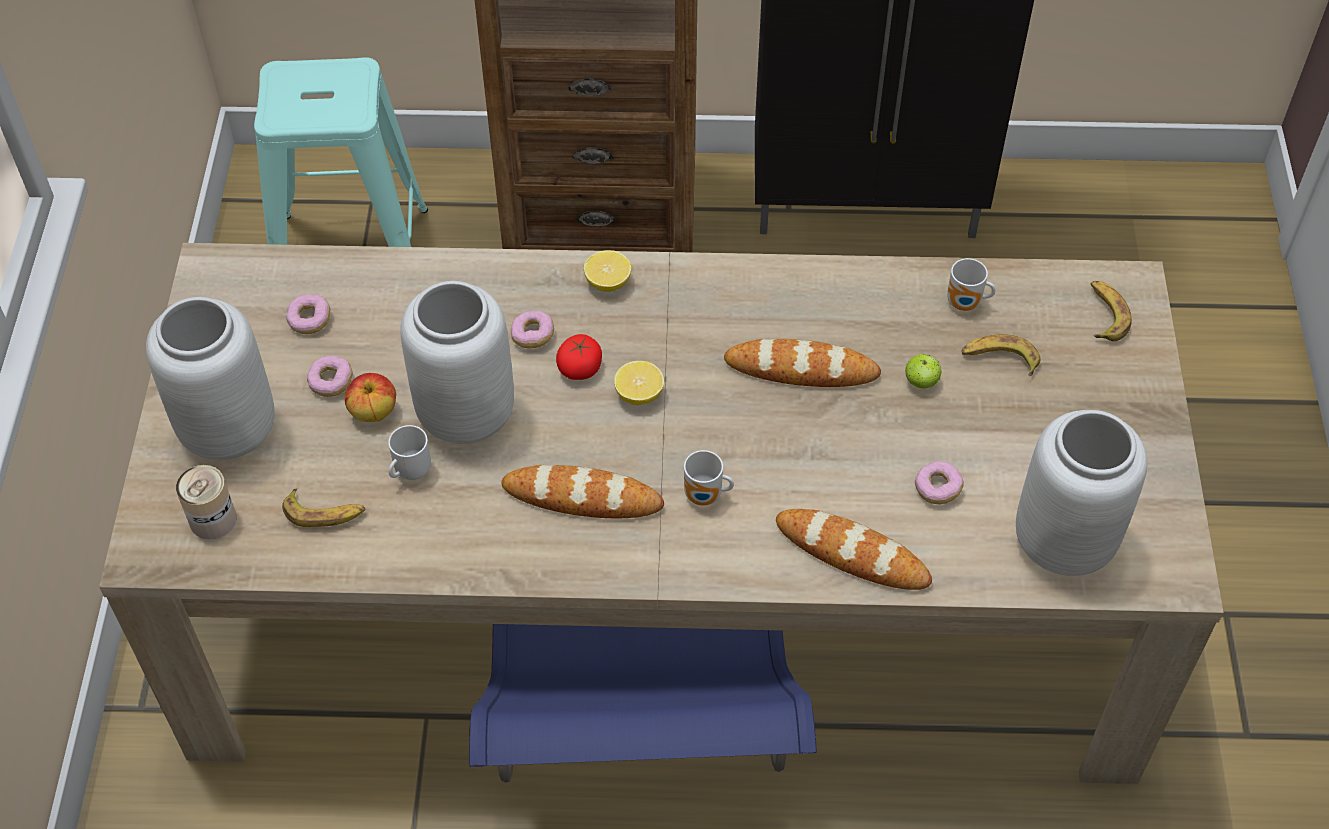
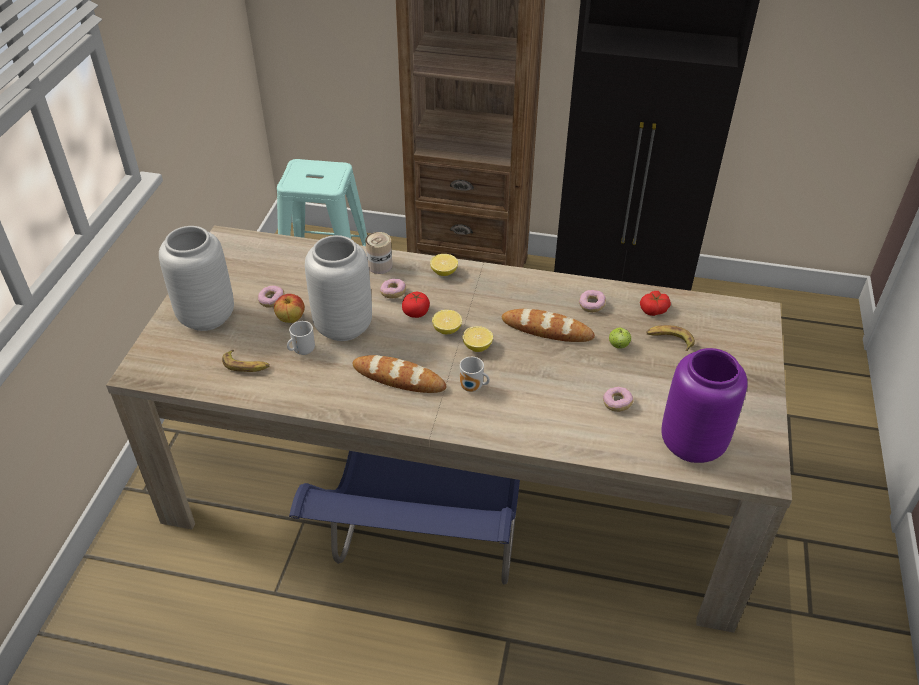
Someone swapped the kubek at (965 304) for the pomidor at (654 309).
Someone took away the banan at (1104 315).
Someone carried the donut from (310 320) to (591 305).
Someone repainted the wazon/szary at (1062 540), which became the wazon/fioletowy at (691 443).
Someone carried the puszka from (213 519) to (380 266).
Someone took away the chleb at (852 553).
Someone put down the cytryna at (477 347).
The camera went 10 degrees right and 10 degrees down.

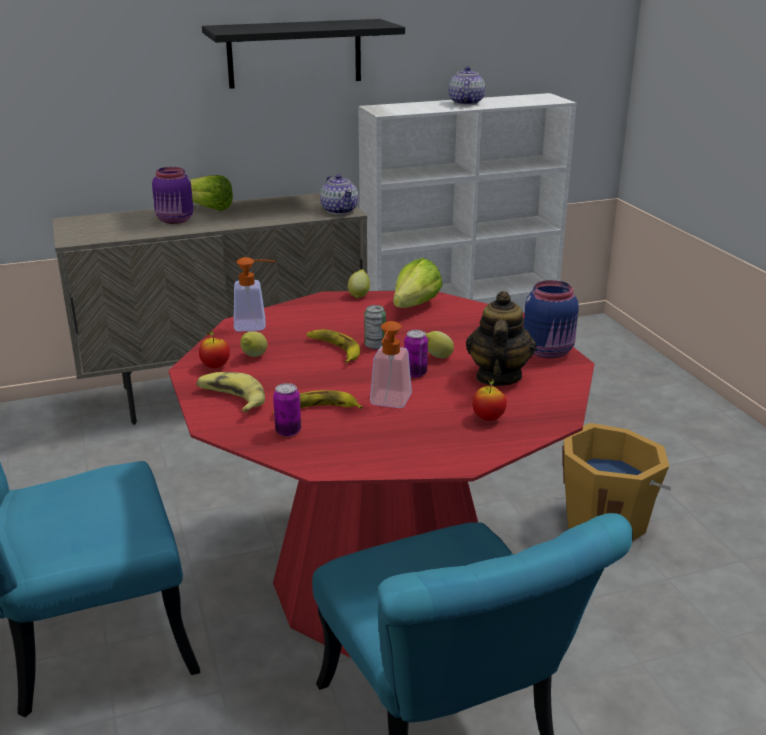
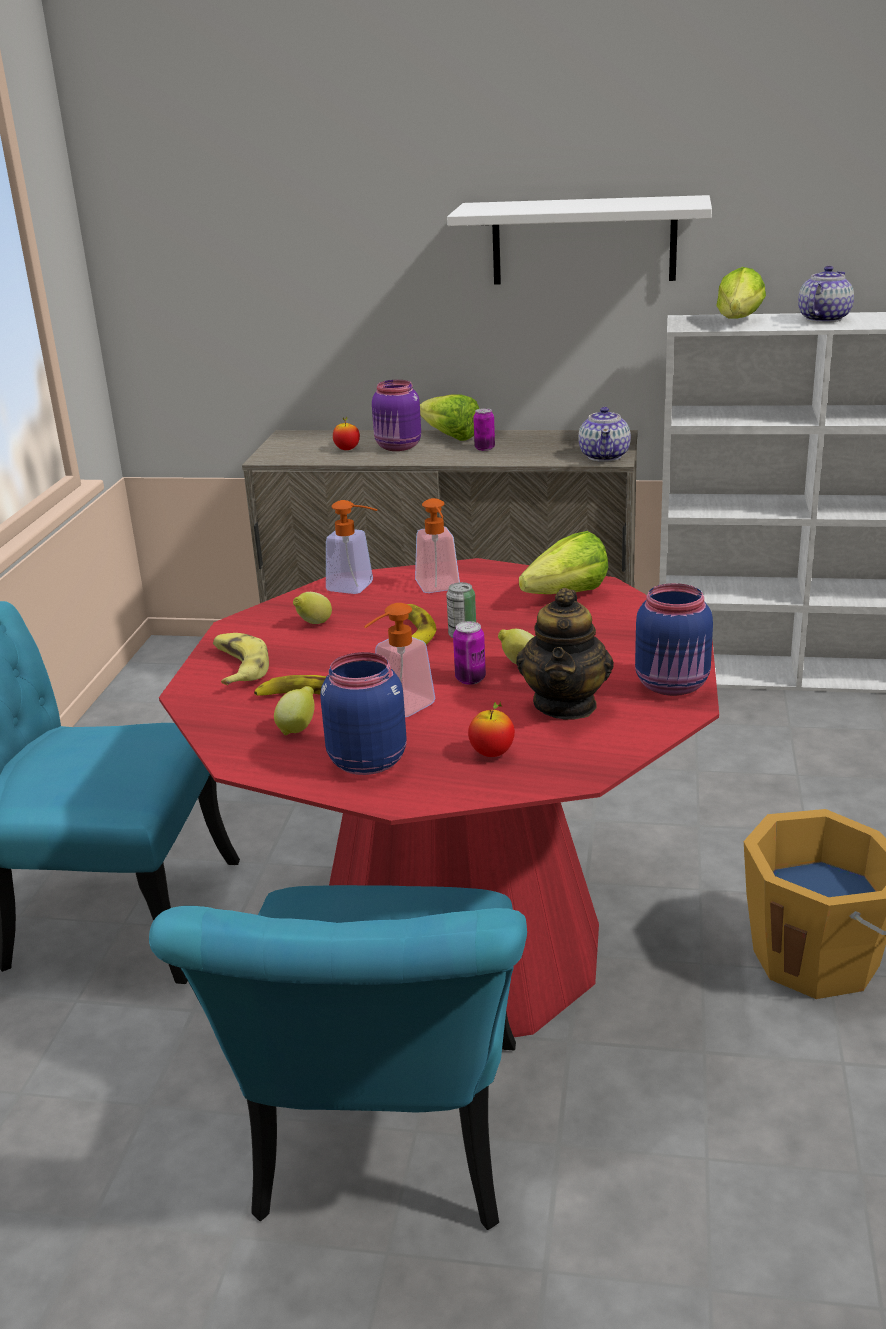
Someone repainted the półka/czarny at (294 53), which became the półka/biały at (584 241).
Someone carried the cytryna from (359 295) to (298 728).
Someone rotated the imbryk at (498 377) by 150 degrees clockwise.
Someone carried the jabłko from (215 366) to (347 449).
Someone carried the puszka from (288 431) to (484 448).
Someone put down the sałata at (736 323).
Someone put down the dozownik mydła at (439 589).
Someone put down the słoik/niebieski at (366 760).
The camera went 30 degrees right and 0 degrees up.

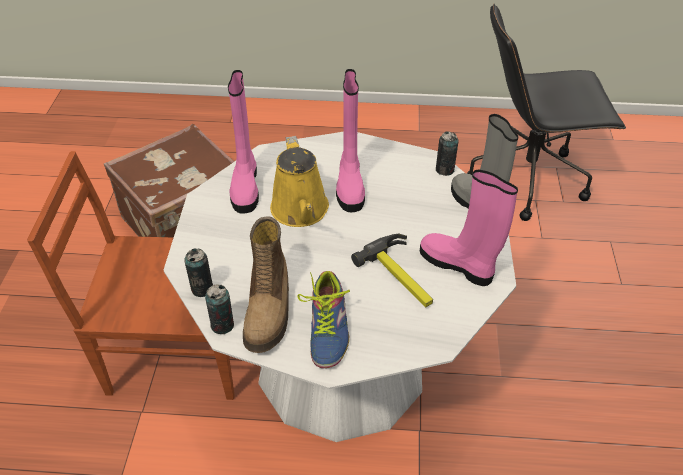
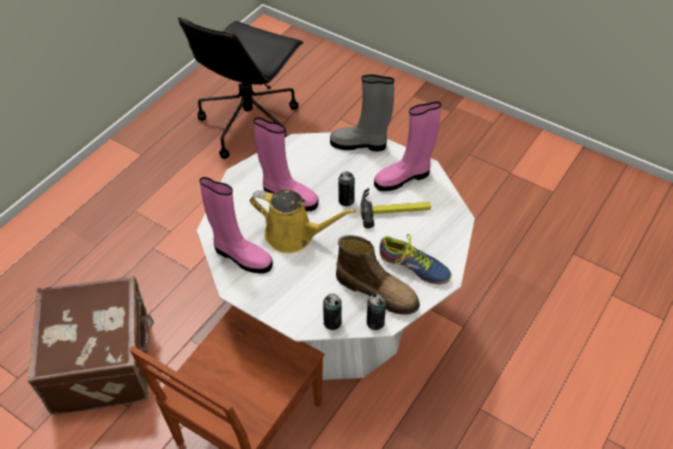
Someone carried the puszka from (444 170) to (346 200).
The camera went 60 degrees left and 5 degrees up.

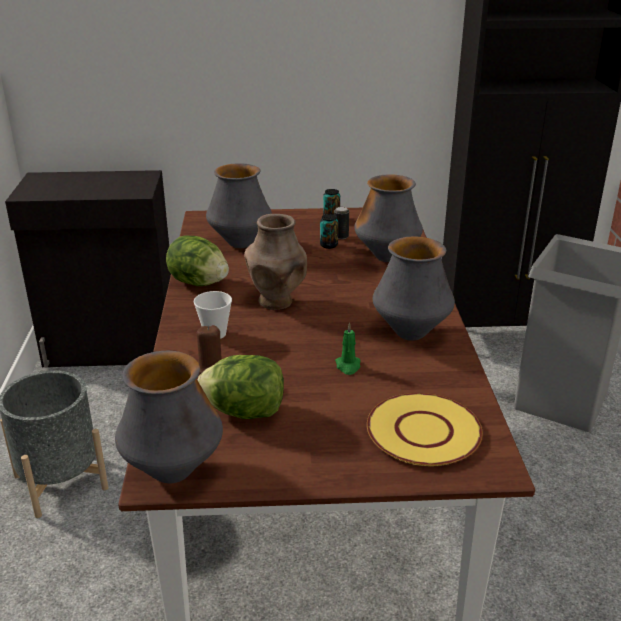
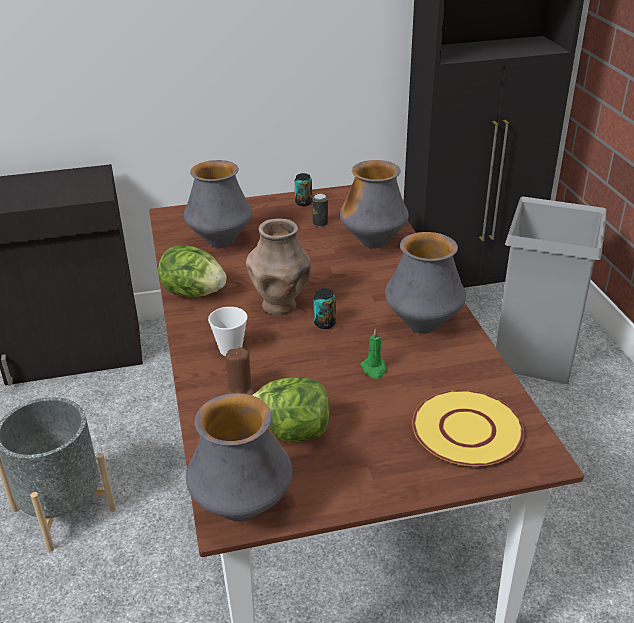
Someone carried the puszka from (328 245) to (324 323).
The camera went 10 degrees left and 5 degrees up.

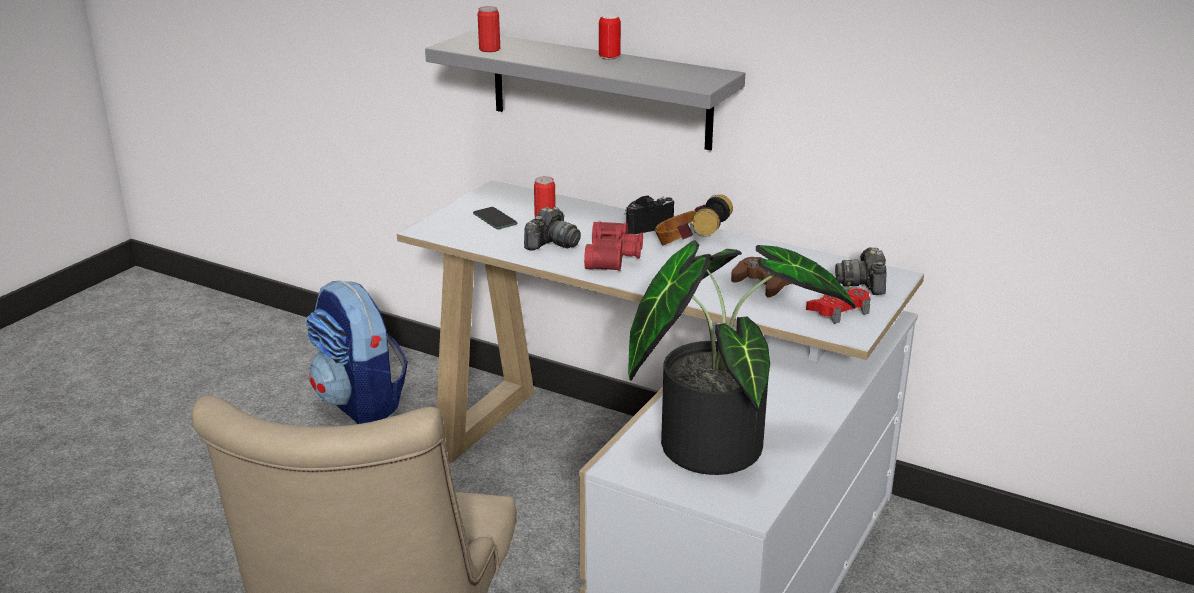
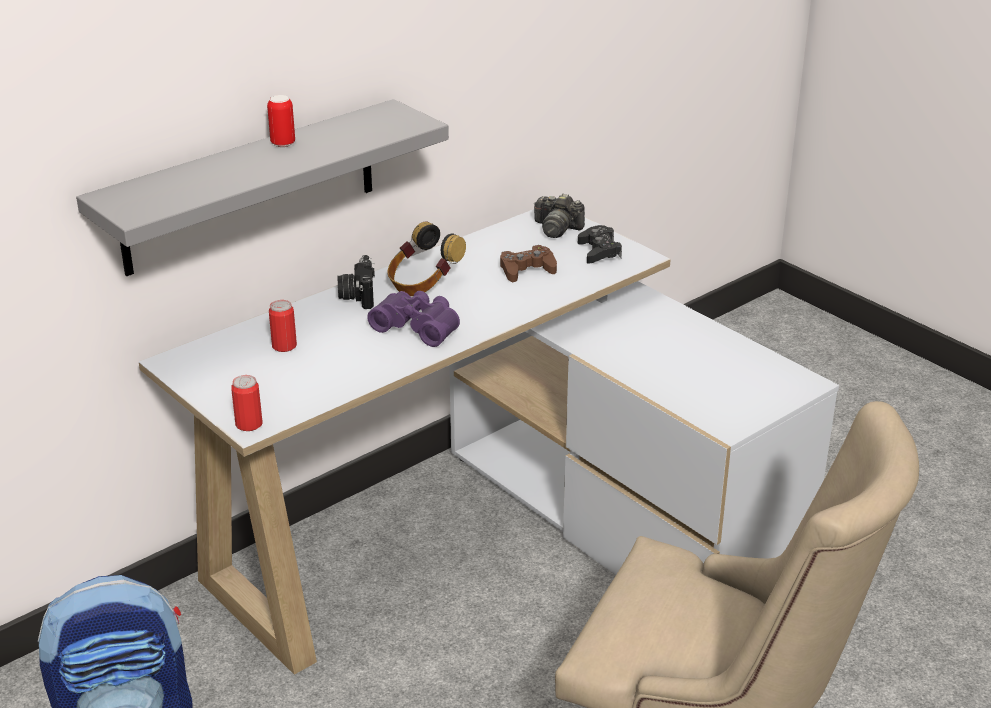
Someone carried the puszka from (489 49) to (249 424).
Someone took away the telefon at (495 219).
Someone took away the aparat fotograficzny at (552 244).
Someone repainted the lornetka/czerwony at (615 257), which became the lornetka/fioletowy at (418 326).
Someone took away the roślina doniczkowa at (715 441).
Someone repainted the pad do gier/czerwony at (838 311), which became the pad do gier/czarny at (599 251).
The camera went 70 degrees left and 5 degrees up.

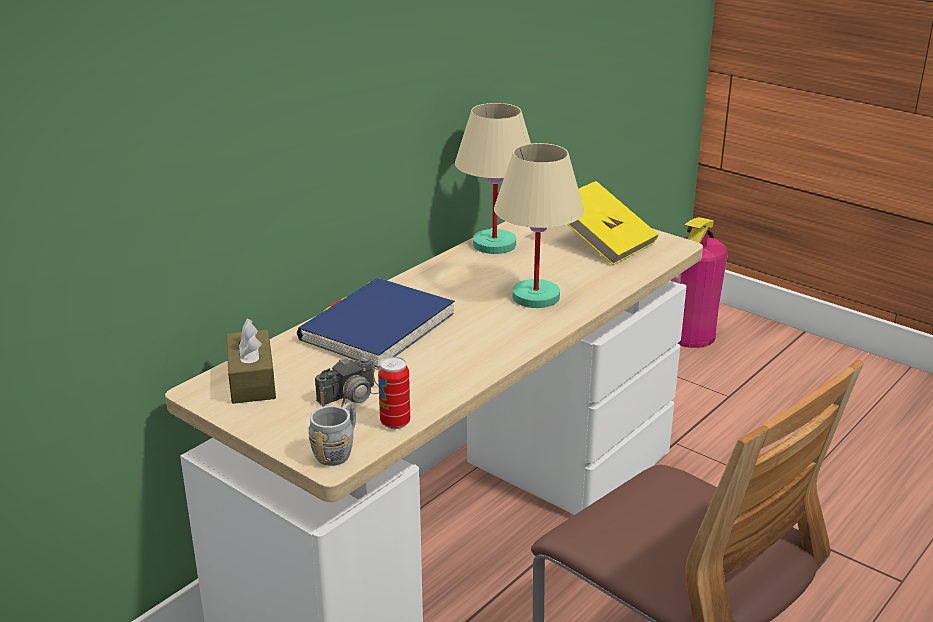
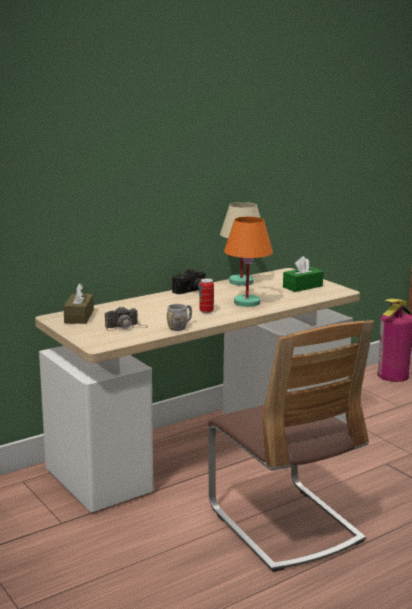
Someone repainted the lampa stołowa/beżowy at (535 296), which became the lampa stołowa/pomarańczowy at (247 302).
Someone swapped the książka/żółty at (603 243) for the pudełko chusteczek/zielony at (302 286).
Someone took away the książka/niebieski at (377 328).
Someone carried the puszka from (395 422) to (206 311).
Someone carried the kubek/szary from (338 450) to (180 327).
Someone put down the aparat fotograficzny at (191 291).
The camera went 15 degrees right and 10 degrees down.

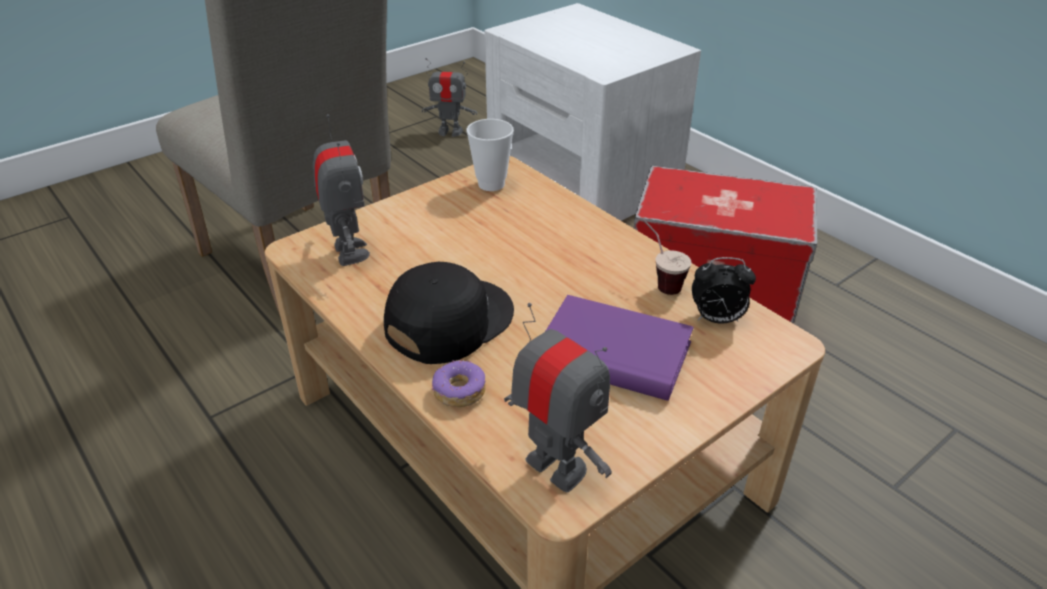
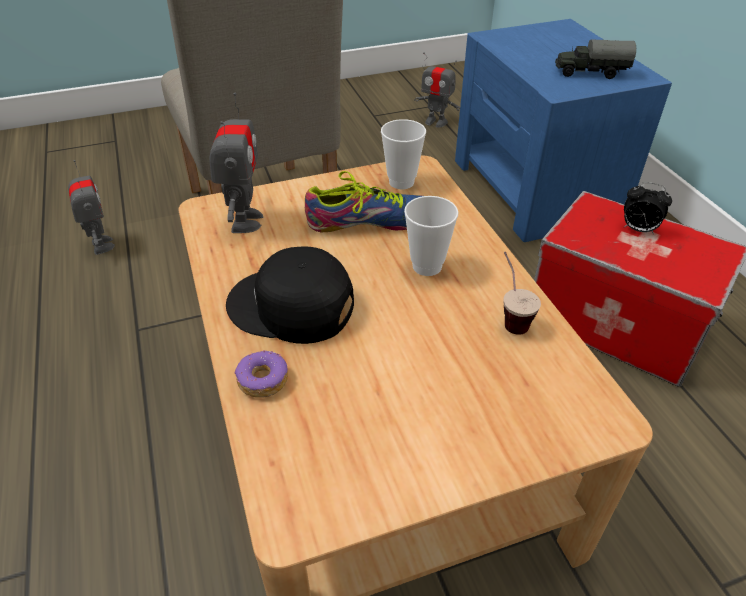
Someone repainted the szafka nocna/biały at (583 179), which became the szafka nocna/niebieski at (536 188).
Someone carried the budzik from (716 319) to (638 229).
Someone rotated the czapka z daszkiem/czarny at (448 320) by 135 degrees counterclockwise.
Someone took away the książka/fioletowy at (613 354).
Someone carried the robot zabawkowy from (556 467) to (101 245).
Someone put down the ciężarówka zabawkowa at (590 73).
Someone put down the but at (371 221).
Someone put down the filiżanka at (427 266).
The camera went 20 degrees right and 5 degrees up.

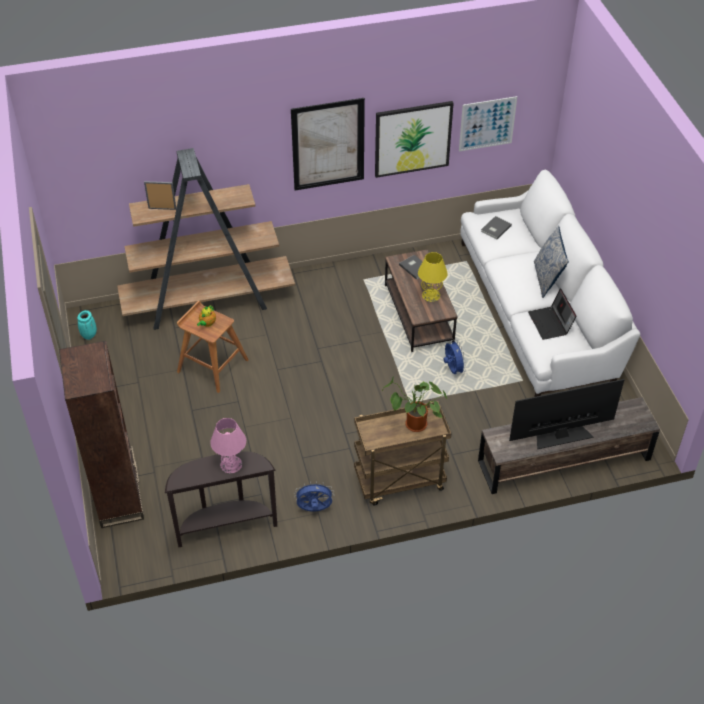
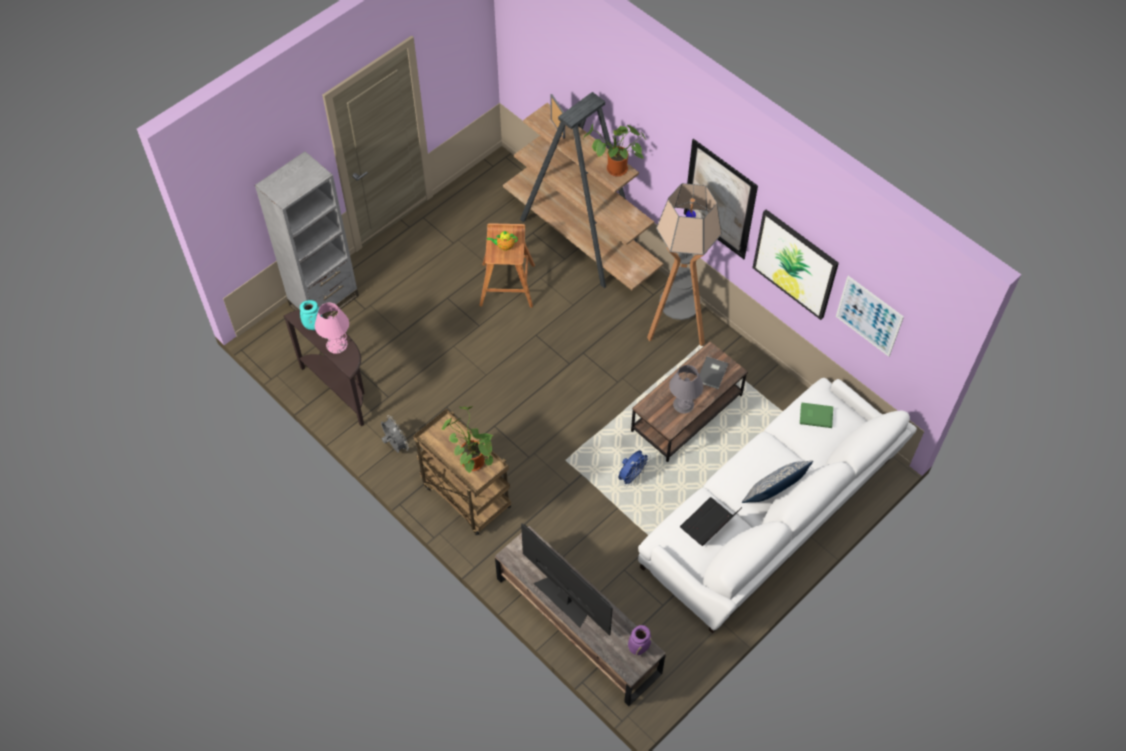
Someone repainted the książka/szary at (495 228), which became the książka/zielony at (815 415).
Someone repainted the lampa stołowa/żółty at (430 295), which became the lampa stołowa/szary at (683 404).
Someone carried the wazon/turkusowy from (89 336) to (313 326).
Someone repainted the regał/brązowy at (119 499), which became the regał/szary at (324 300).
Someone repainted the wentylator/niebieski at (314 509), which became the wentylator/szary at (395 445).
Someone put down the roślina doniczkowa at (615 171).
Someone put down the lampa stojąca at (676 328).
Someone put down the wazon/fioletowy at (638 647).
The camera went 60 degrees right and 10 degrees up.

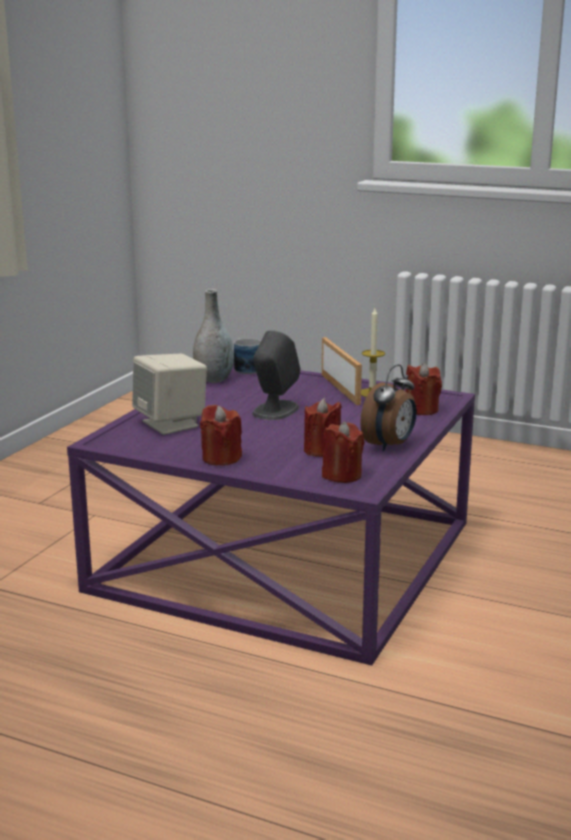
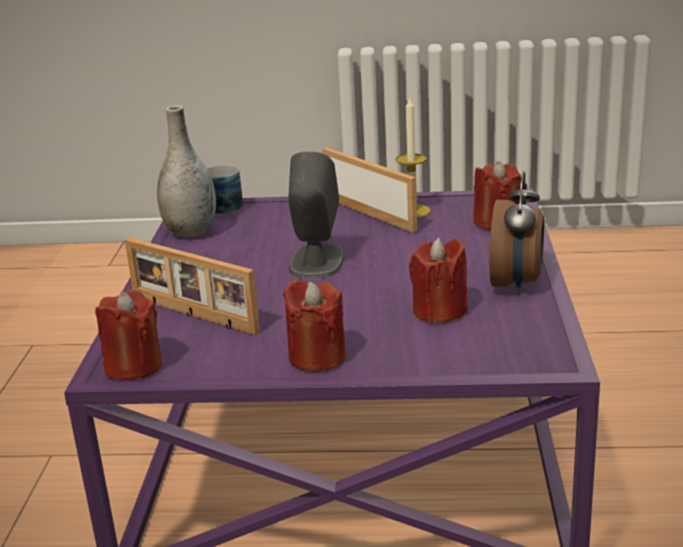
Someone swapped the głośnik/beżowy at (171 424) for the ramka na zdjęcie at (192 315).
Someone carried the świeca/czerwony from (341 475) to (133 366).
The camera went 20 degrees left and 5 degrees up.

